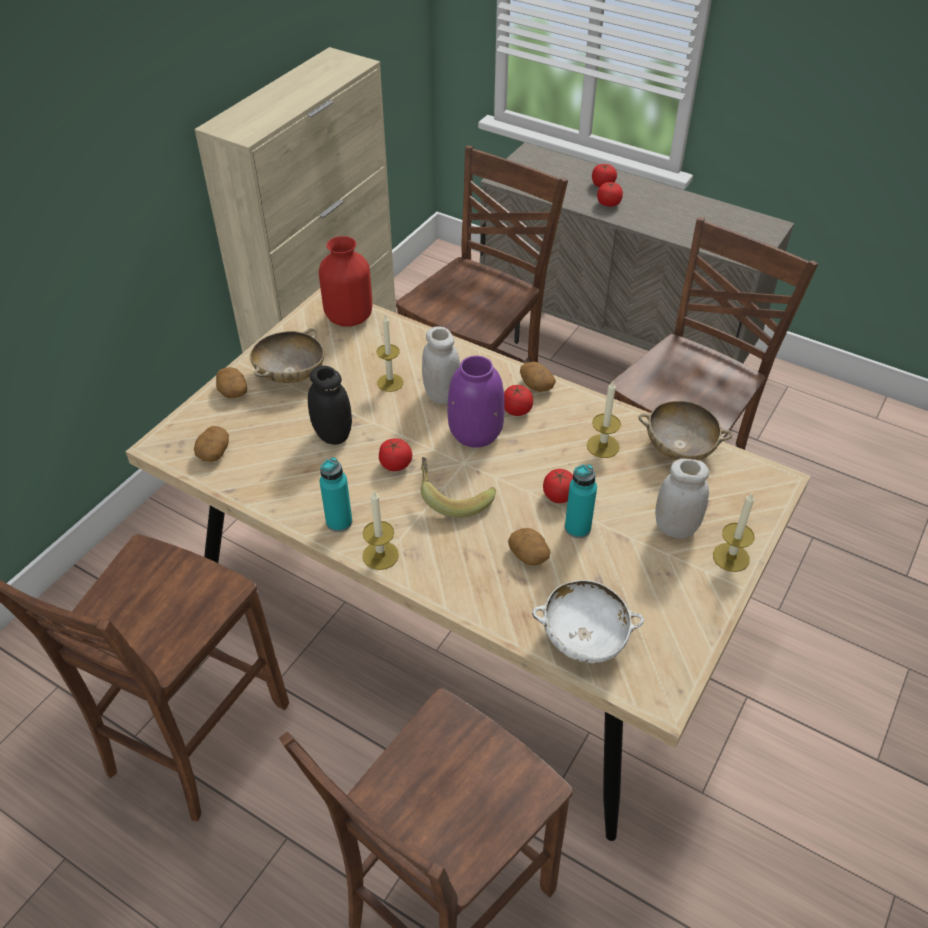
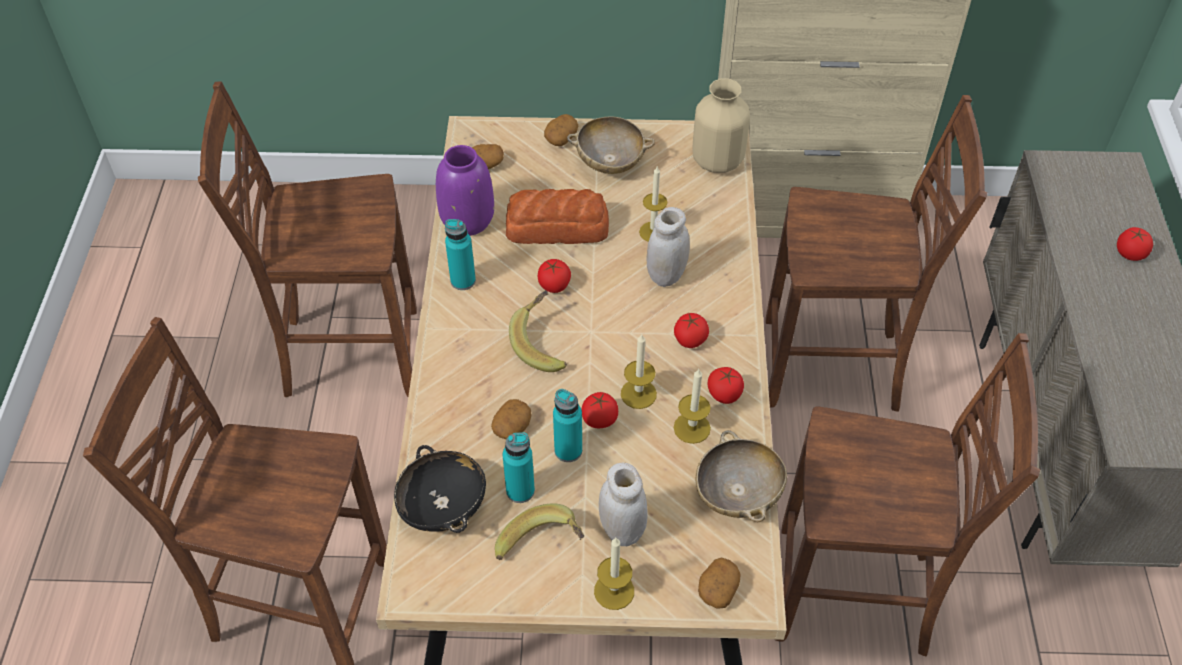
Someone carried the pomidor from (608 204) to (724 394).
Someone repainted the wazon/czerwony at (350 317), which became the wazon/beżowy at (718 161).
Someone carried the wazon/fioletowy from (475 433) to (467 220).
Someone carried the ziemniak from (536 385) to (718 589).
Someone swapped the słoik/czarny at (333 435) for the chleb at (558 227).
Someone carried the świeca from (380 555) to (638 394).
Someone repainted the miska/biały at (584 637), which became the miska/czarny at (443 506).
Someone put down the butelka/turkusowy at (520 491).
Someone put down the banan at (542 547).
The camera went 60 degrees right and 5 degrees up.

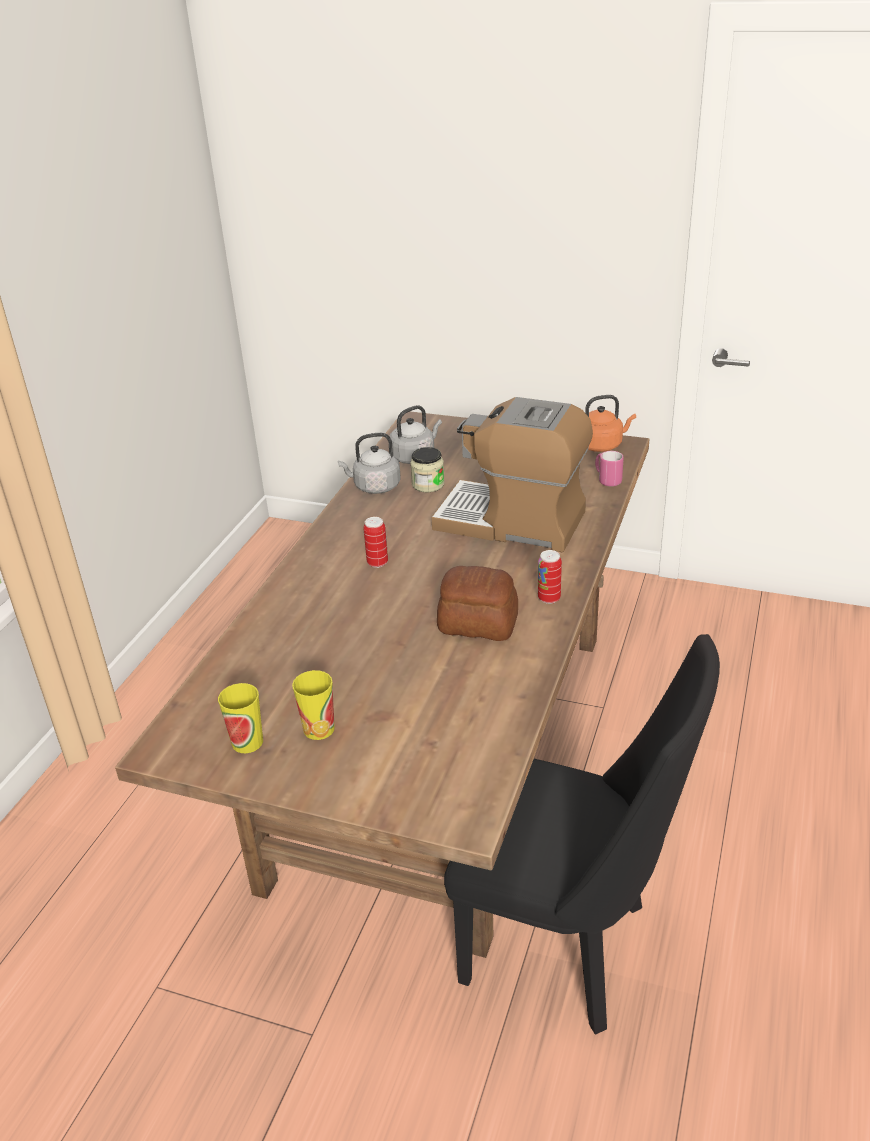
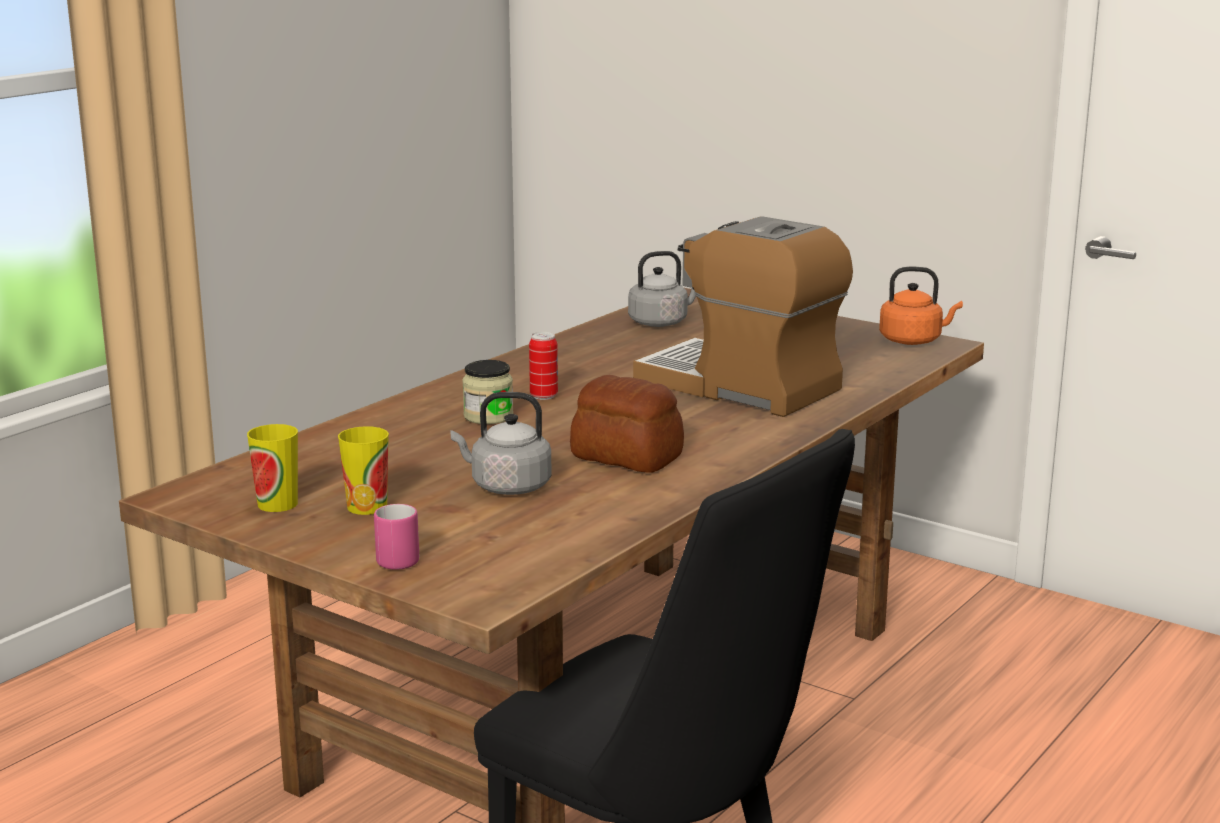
Someone carried the czajnik/szary from (374 487) to (506 486).
Someone carried the słoik from (428 484) to (488 416).
Someone carried the kubek/różowy from (607 480) to (395 559).
Someone took away the puszka at (549 598).
The camera went 15 degrees right and 15 degrees down.

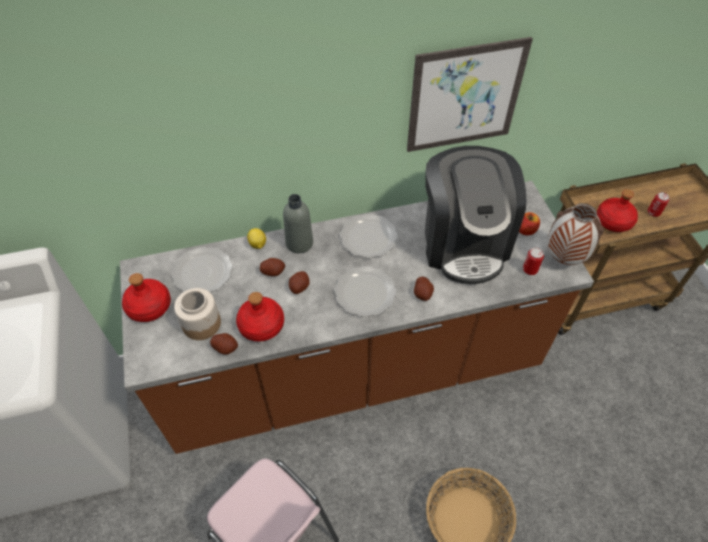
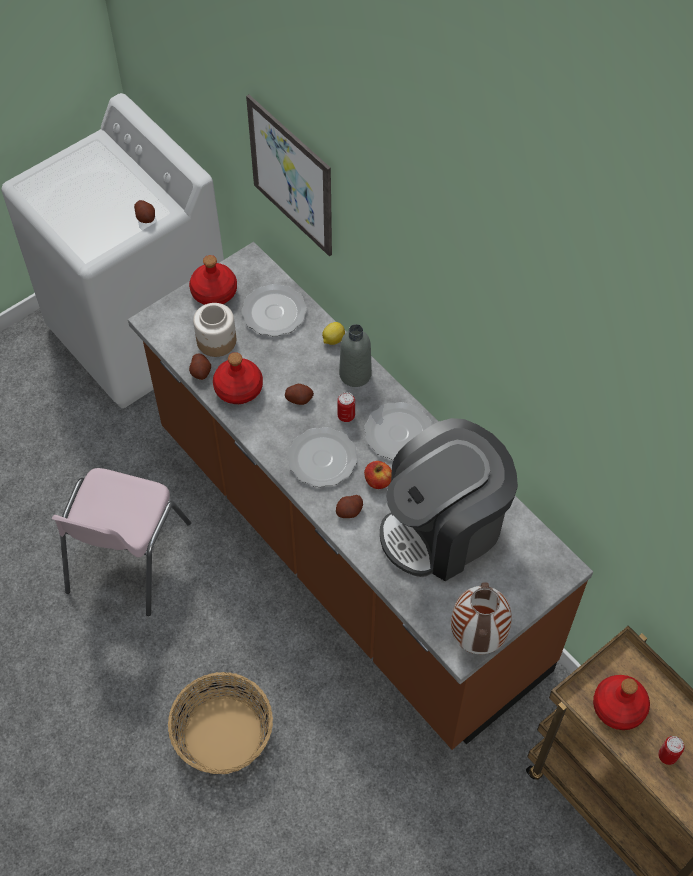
Someone carried the obraz from (465 96) to (291 176).
Someone carried the jabłko from (526 230) to (378 481).
Someone carried the puszka from (530 270) to (346 416).
Someone carried the ziemniak from (273 271) to (145 217).
The camera went 65 degrees right and 5 degrees up.

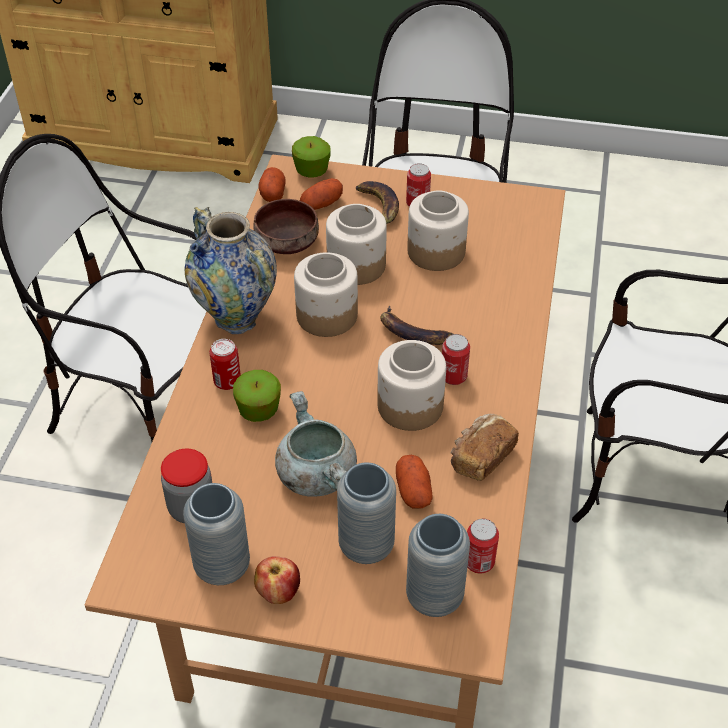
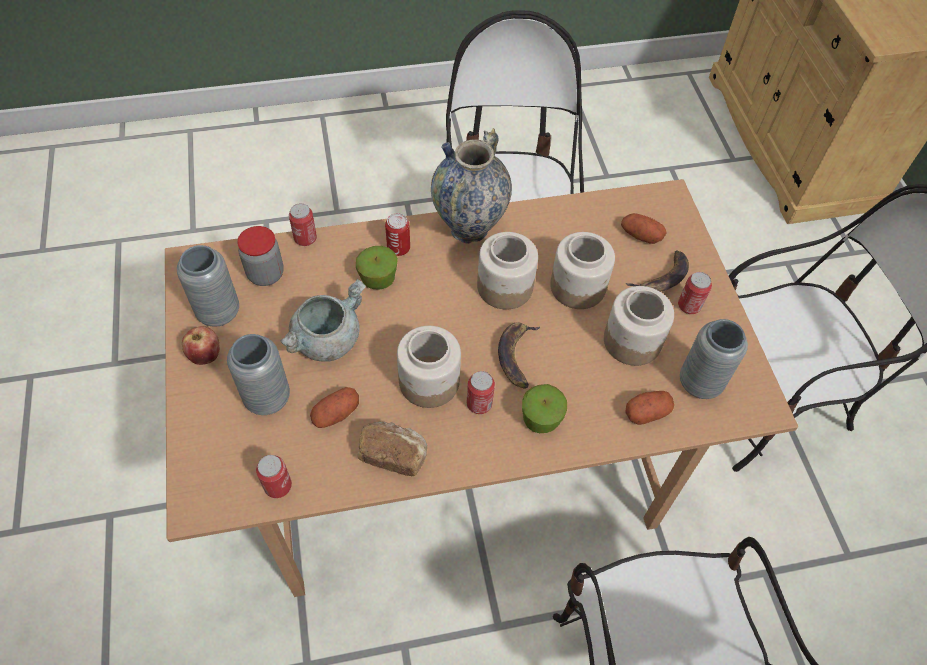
Someone carried the jabłko from (311 171) to (541 419).
Someone carried the ziemniak from (272 193) to (647 412).
Someone took away the miska/brązowy at (288 241).
Someone carried the wazon/szary from (434 597) to (700 383).
Someone put down the puszka at (305 238).
The camera went 65 degrees right and 10 degrees up.

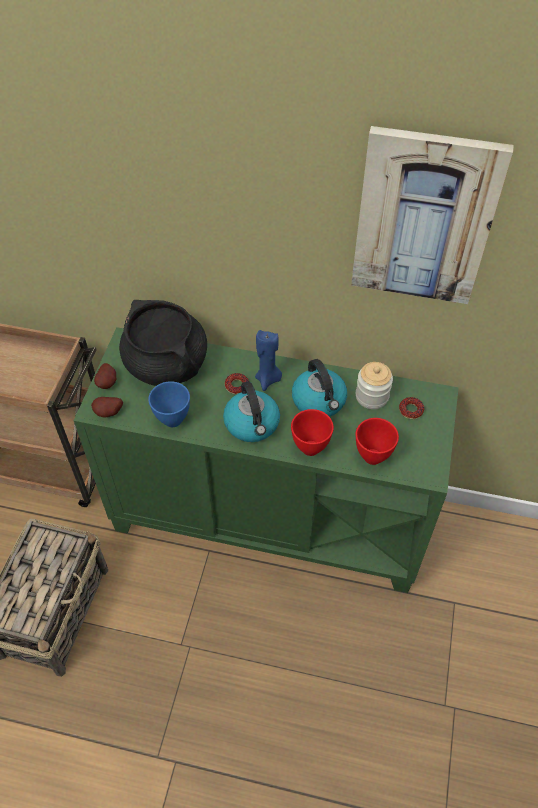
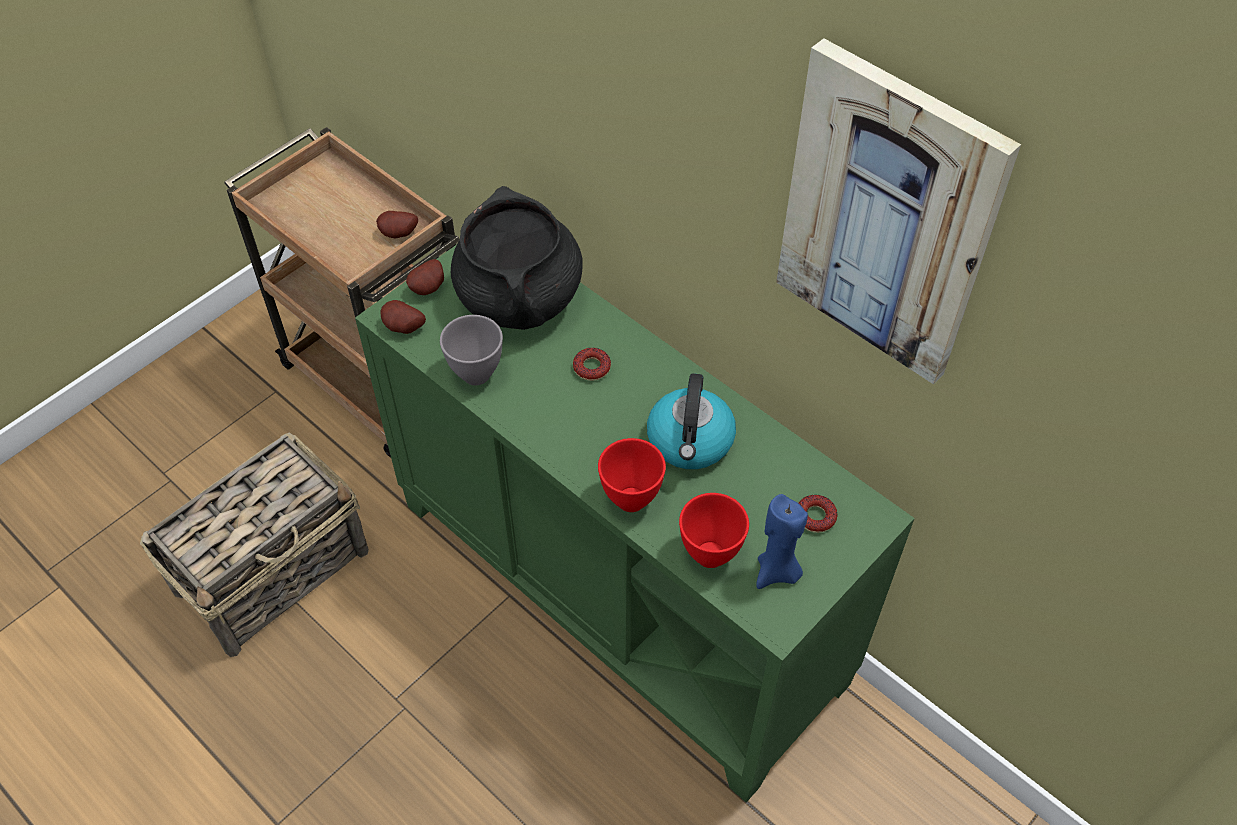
Someone carried the świeca/niebieski from (268 379) to (777 572).
Someone took away the słoik at (372 396).
Someone repainted the miska/niebieski at (173 420), which became the miska/szary at (476 376).
Someone took away the czajnik at (252 424).
Someone put down the ziemniak at (399 235).
The camera went 30 degrees right and 0 degrees up.

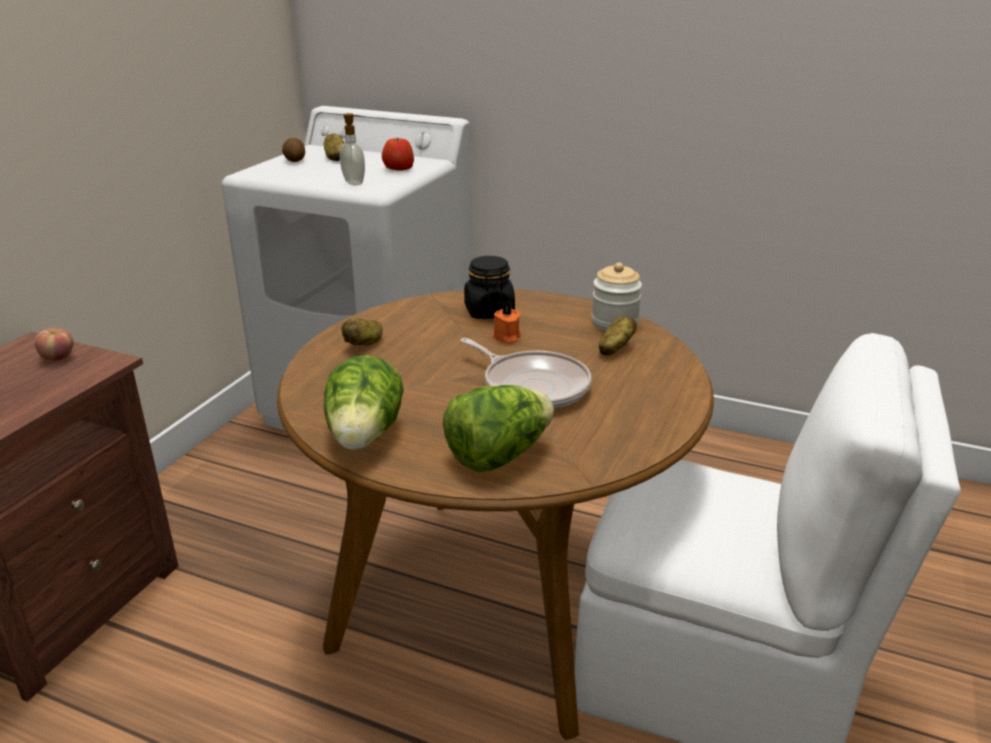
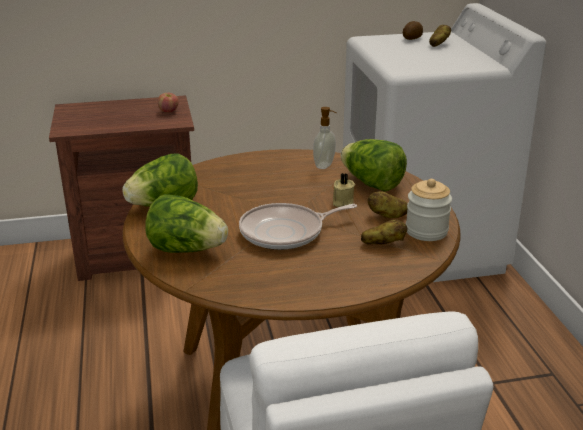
Someone carried the dozownik mydła from (355 182) to (325 165).
Someone took away the jabłko at (398 168).
Someone swapped the słoik/czarny at (489 311) for the sałata at (371 184).
Someone repainted the świeca/pomarańczowy at (506 337), which became the świeca/beżowy at (342 202).
Someone carried the ziemniak from (364 344) to (387 215).
Someone rotated the patelnia at (532 386) by 60 degrees clockwise.
The camera went 55 degrees right and 0 degrees up.

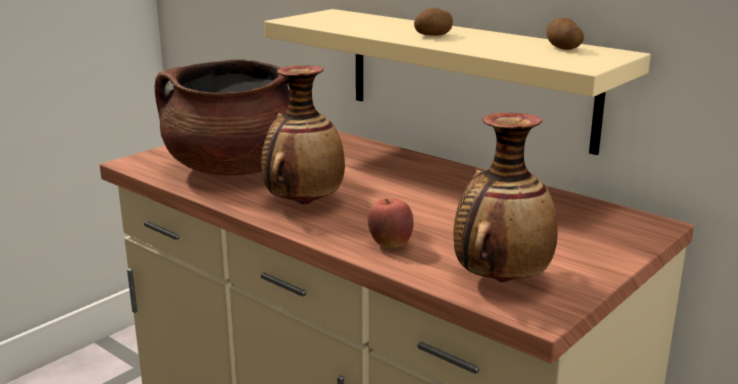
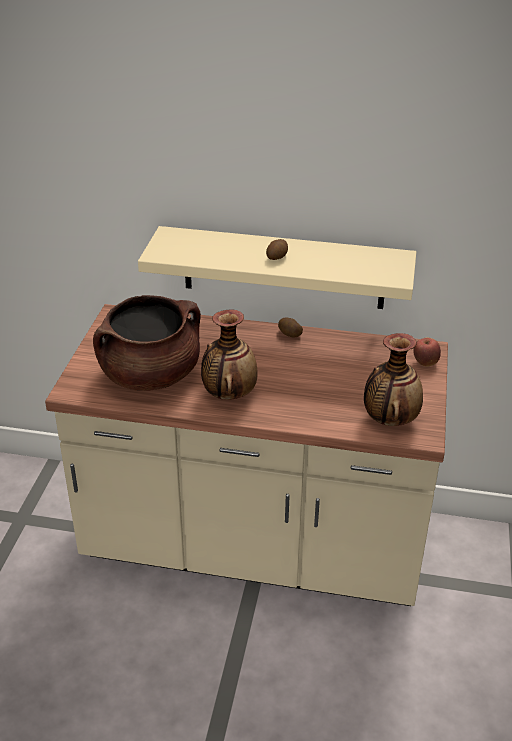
Someone carried the ziemniak from (562 48) to (289 334).
Someone carried the jabłko from (390 244) to (425 363).
The camera went 30 degrees left and 15 degrees up.

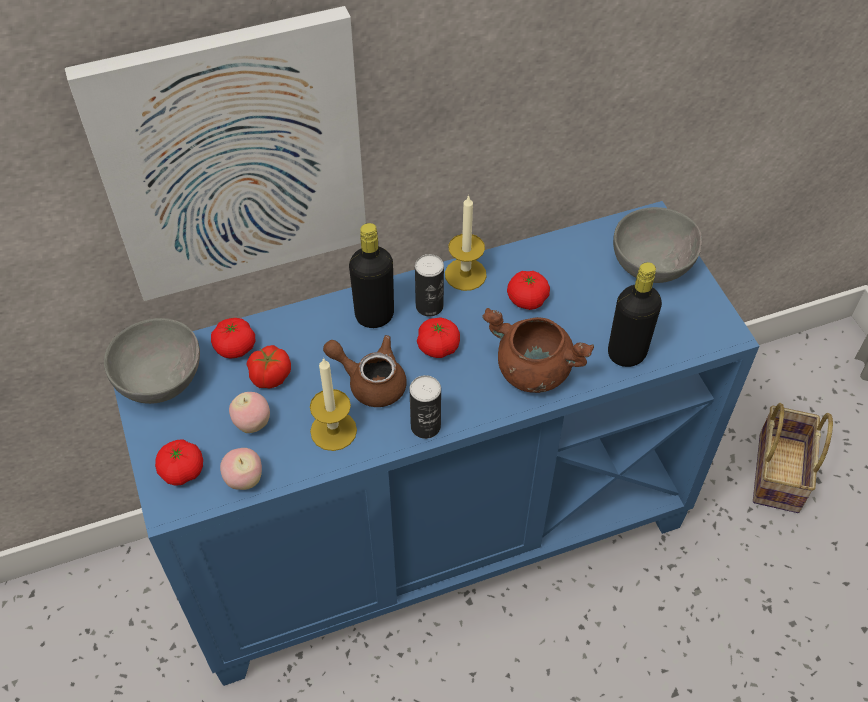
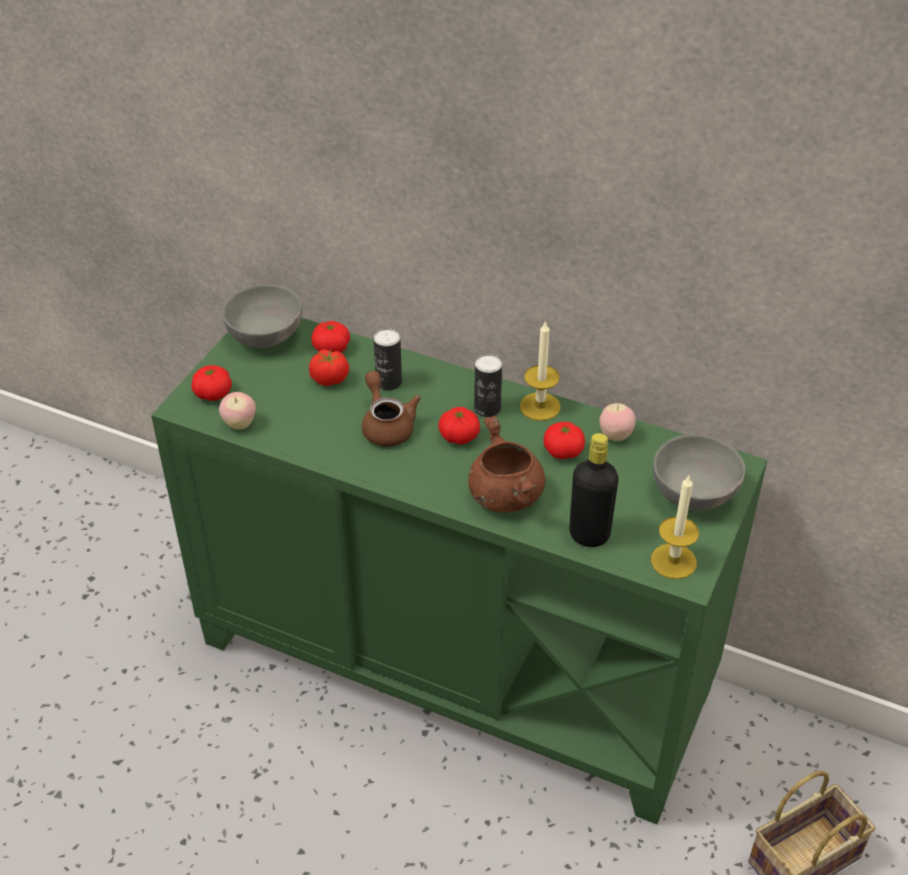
Someone took away the obraz at (233 159).
Someone repainted the szafka/niebieski at (433 530), which became the szafka/zielony at (455 664).
Someone took away the butelka/czarny at (374 315).
Someone carried the świeca from (333 430) to (673 561).
Someone carried the puszka from (425 426) to (389 382).
Someone carried the jabłko from (252 424) to (615 436).
The camera went 45 degrees right and 10 degrees down.

